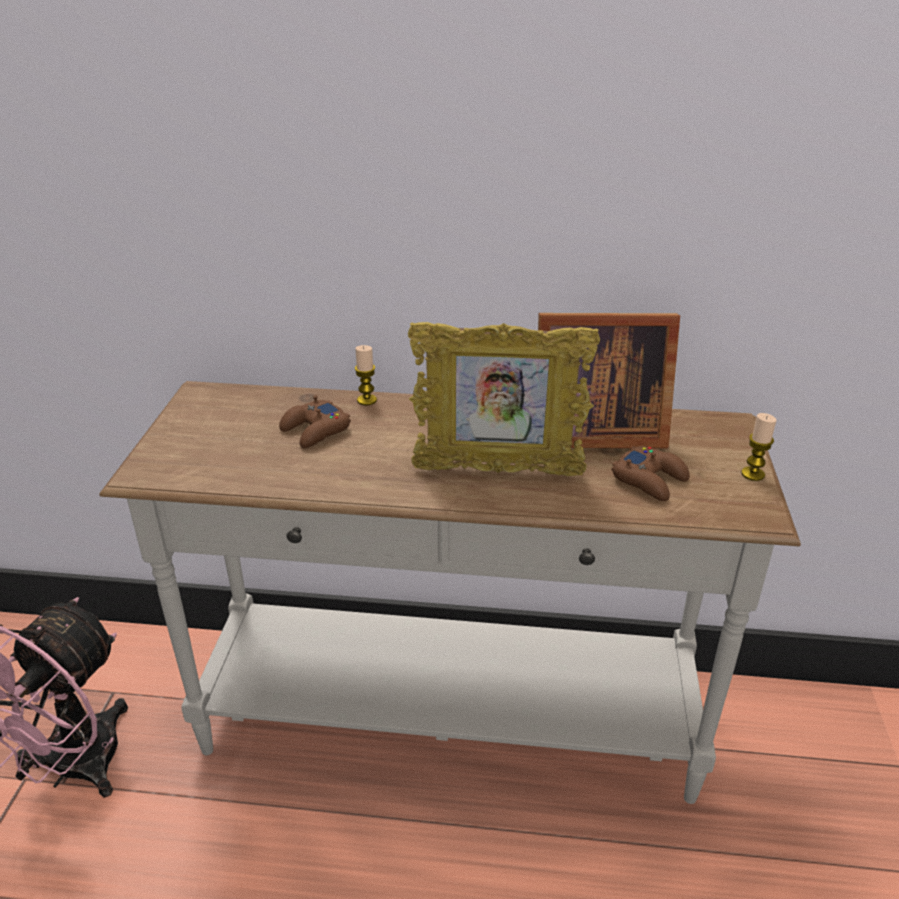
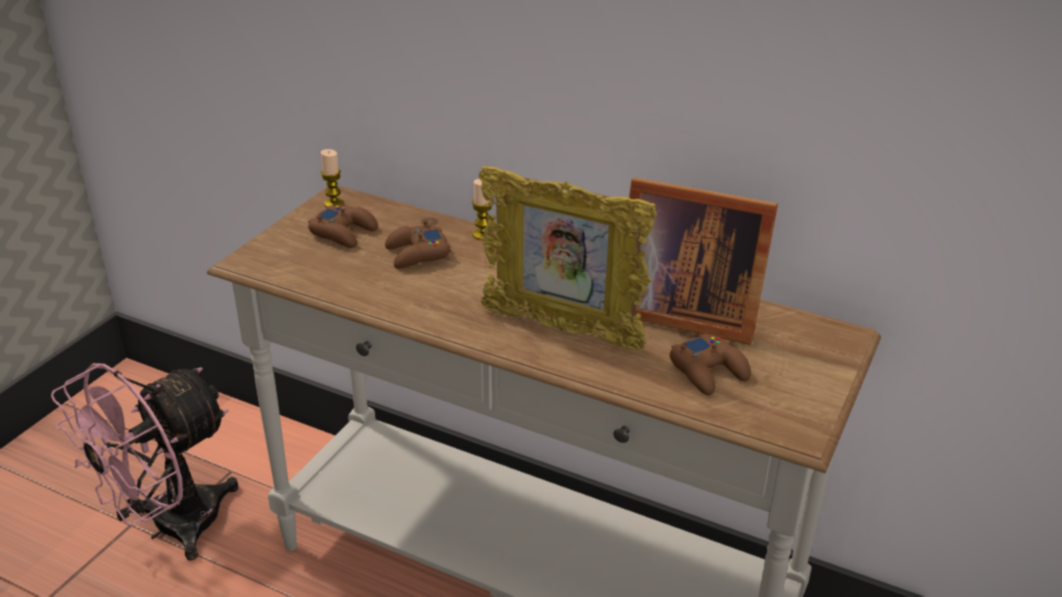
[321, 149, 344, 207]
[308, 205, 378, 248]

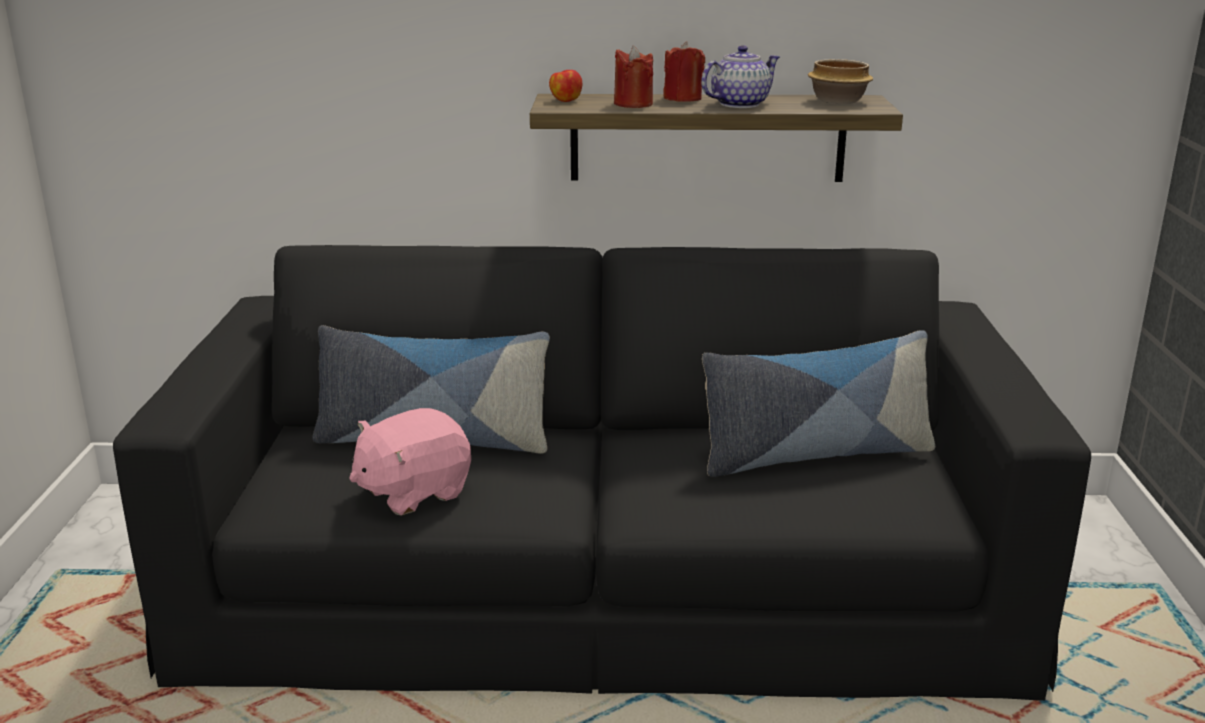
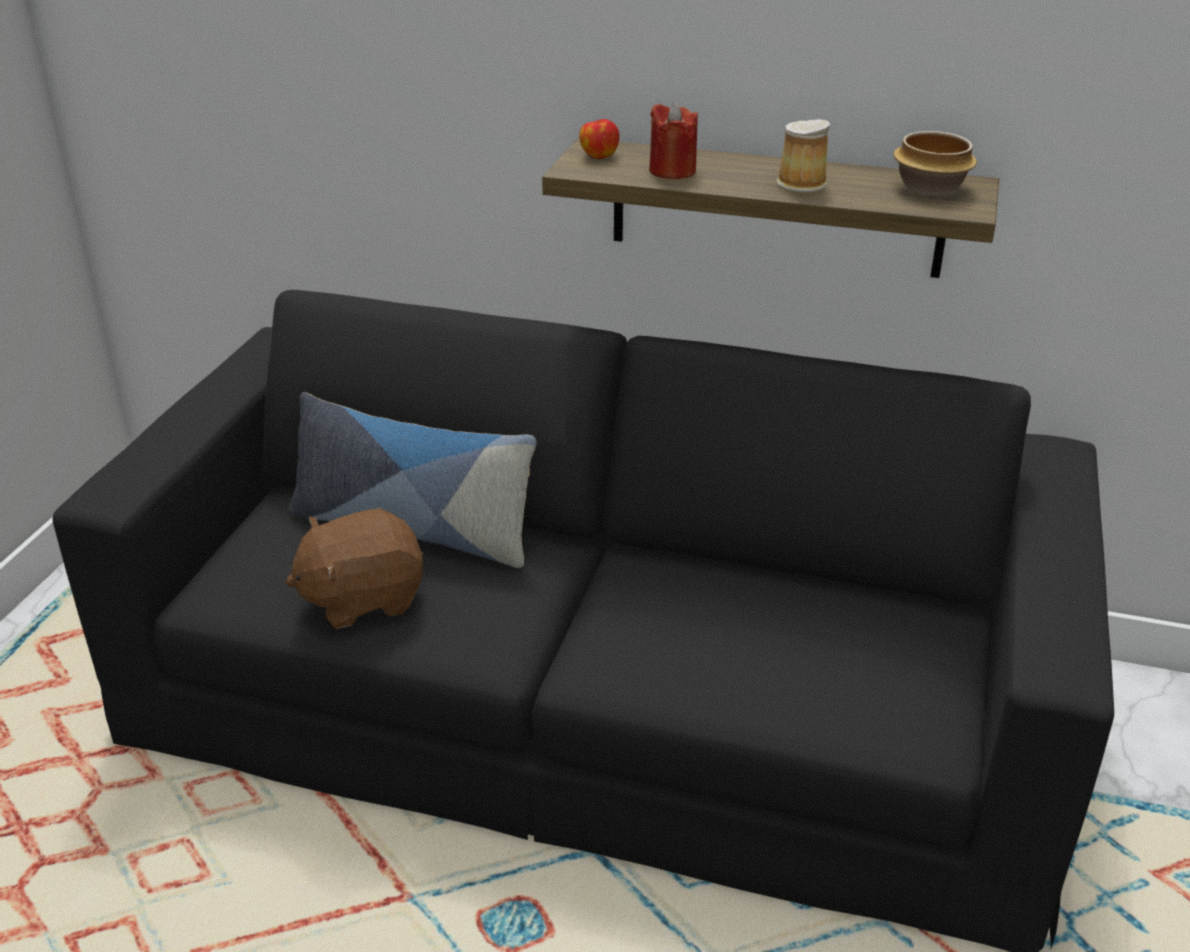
[663, 41, 705, 102] (first image)
[777, 119, 830, 193]
[702, 330, 935, 477] (first image)
[285, 508, 423, 629]

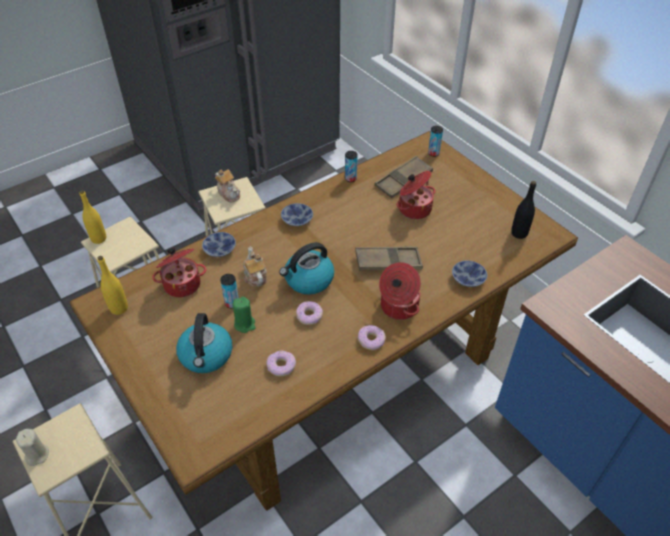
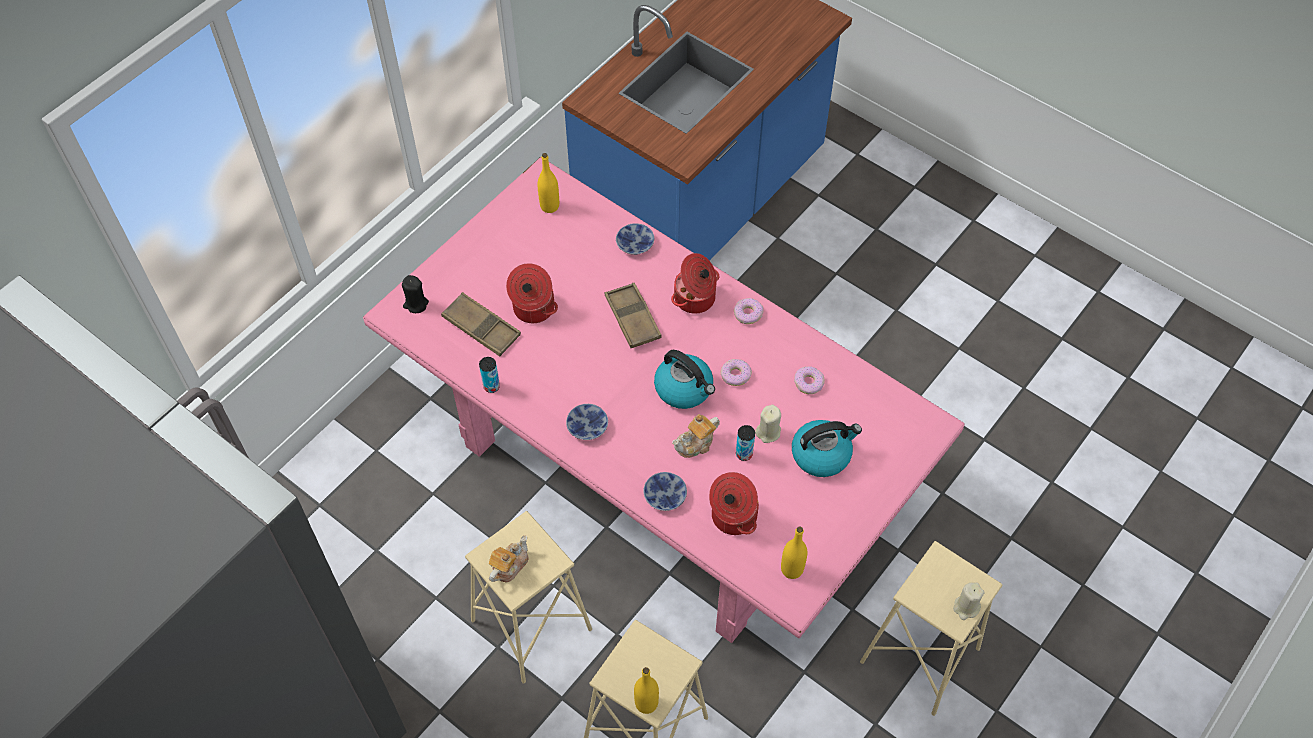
[402, 275, 429, 313]
[363, 157, 965, 643]
[537, 153, 559, 213]
[755, 405, 781, 443]

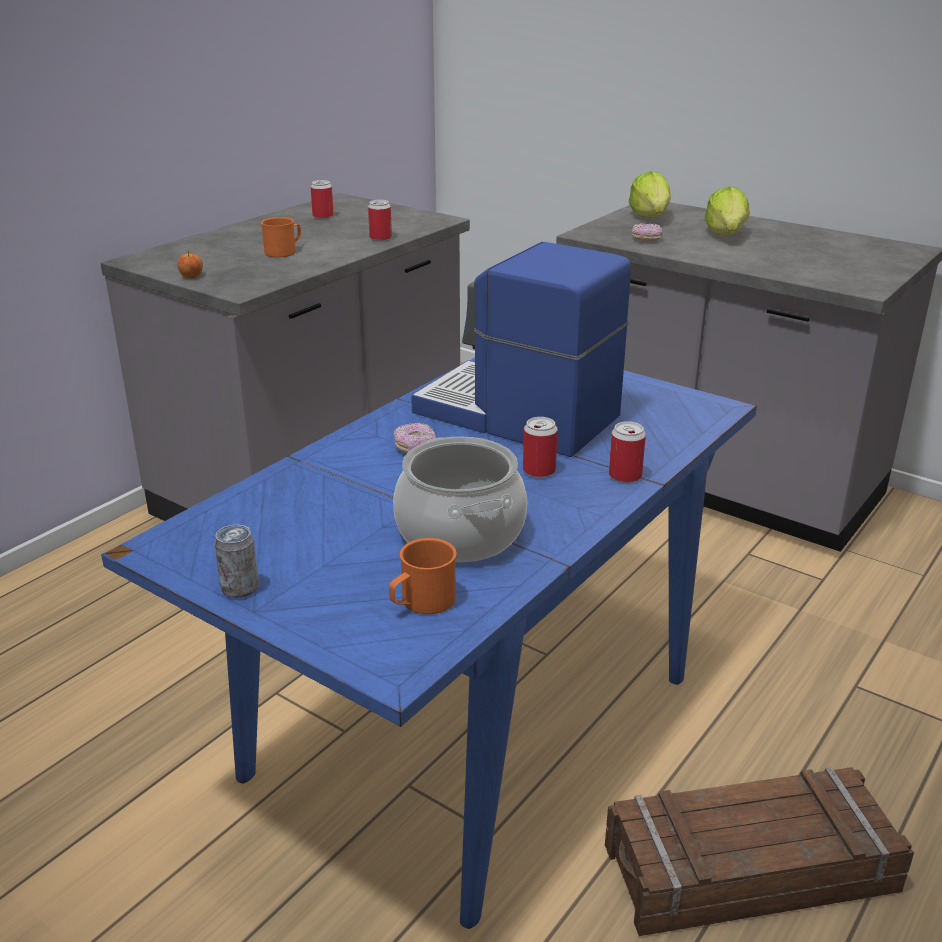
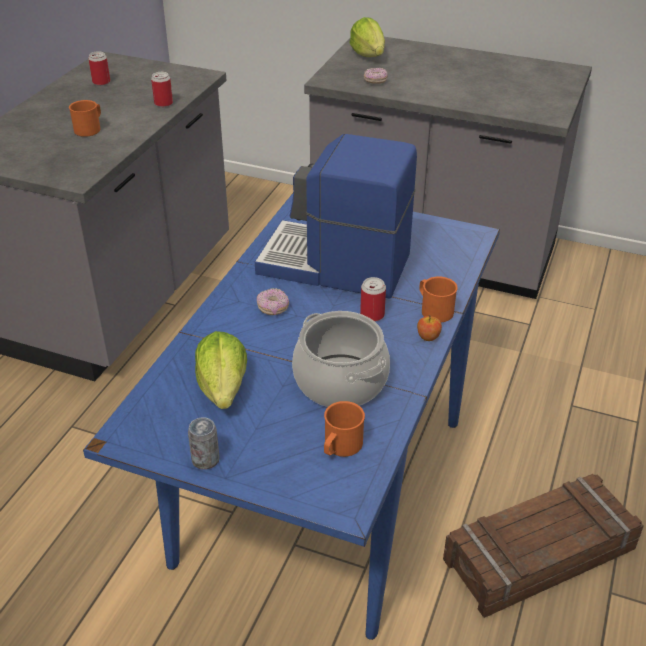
[195, 331, 247, 409]
[417, 315, 442, 341]
[419, 276, 458, 322]

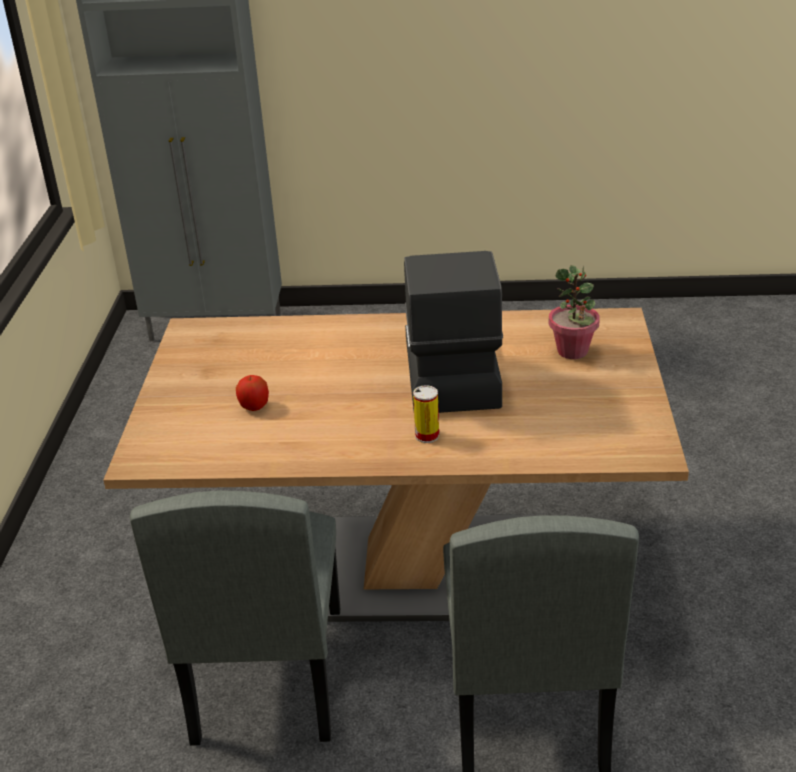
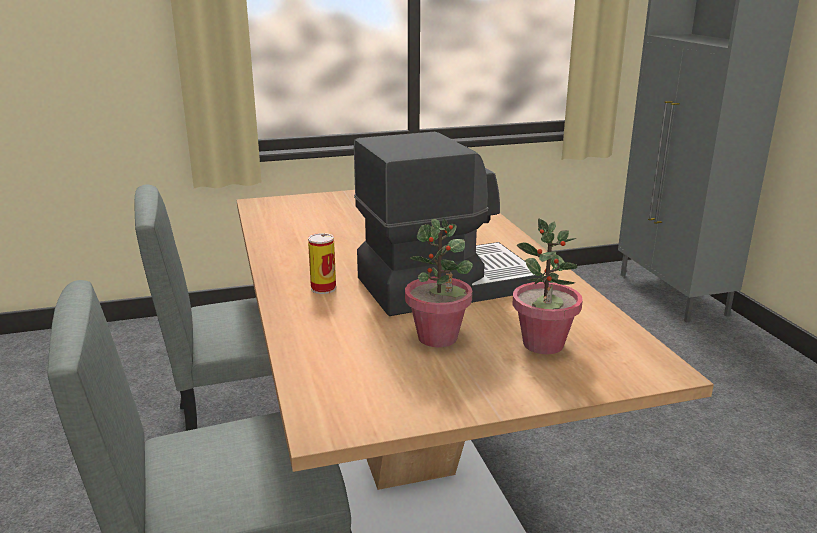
[236, 375, 269, 411] (first image)
[405, 218, 473, 347]

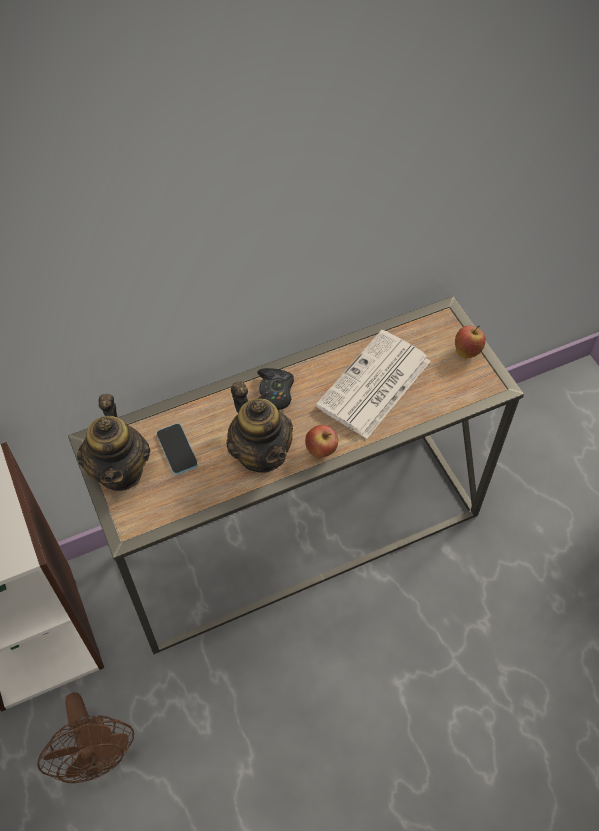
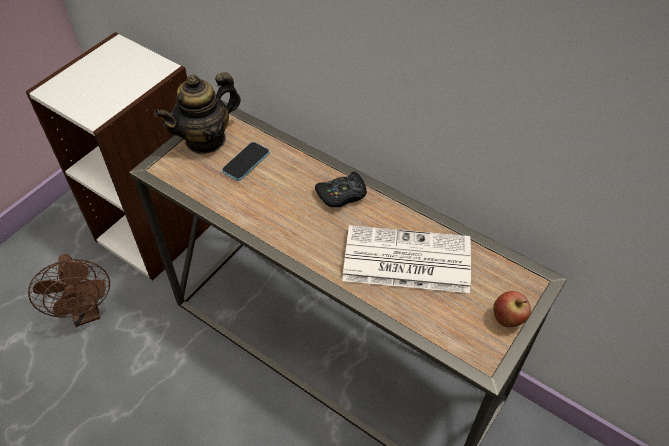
[227, 381, 293, 473] (first image)
[305, 425, 338, 458] (first image)
[28, 254, 110, 327]

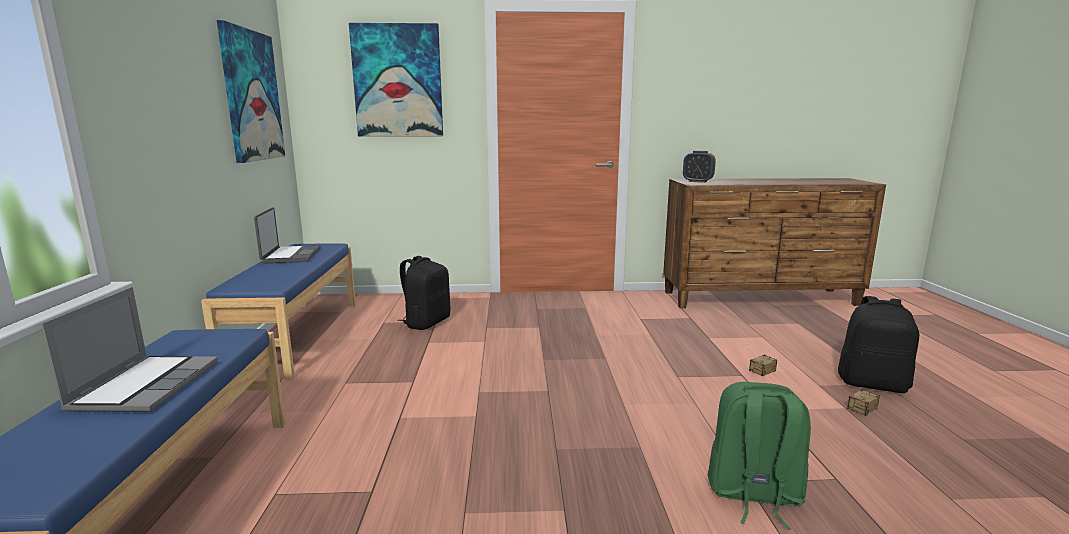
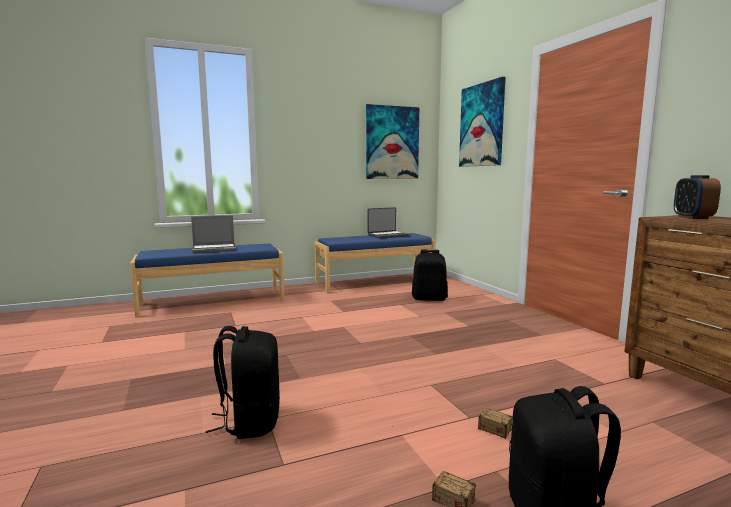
[206, 326, 280, 439]

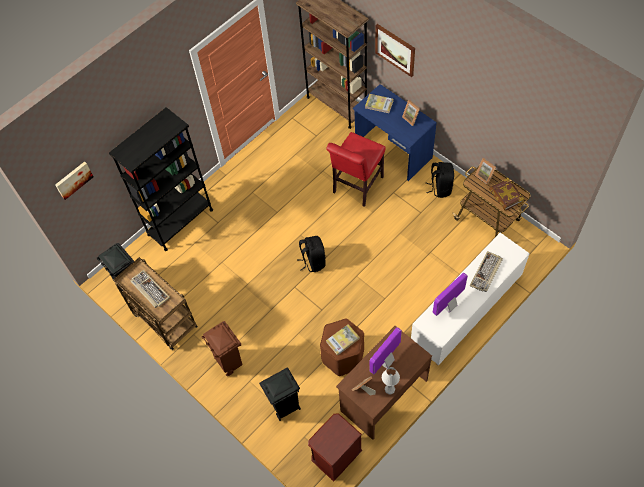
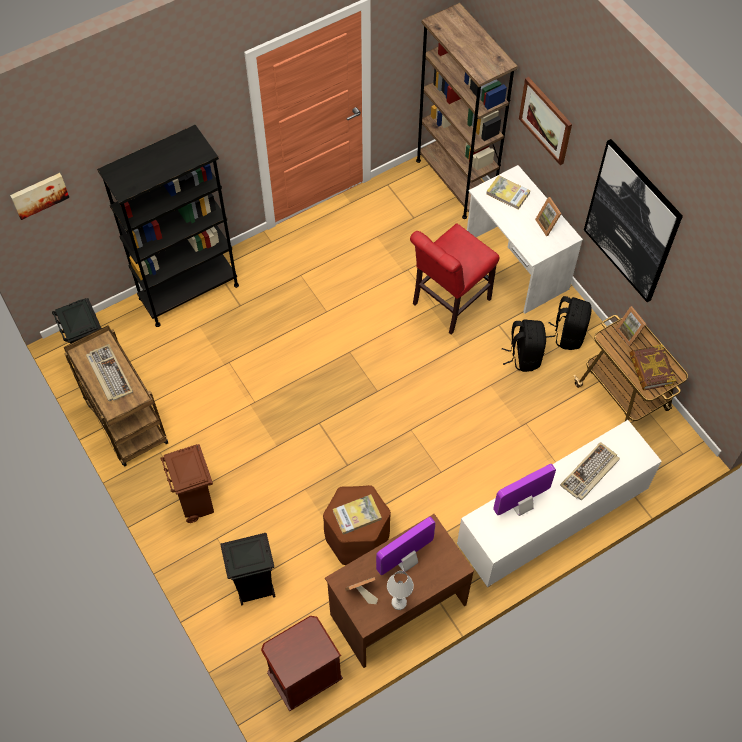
[467, 165, 583, 314]
[502, 319, 546, 372]
[584, 139, 683, 302]

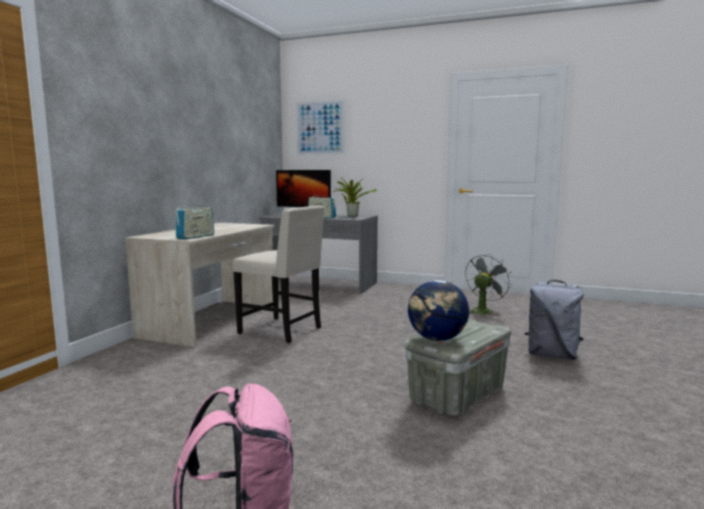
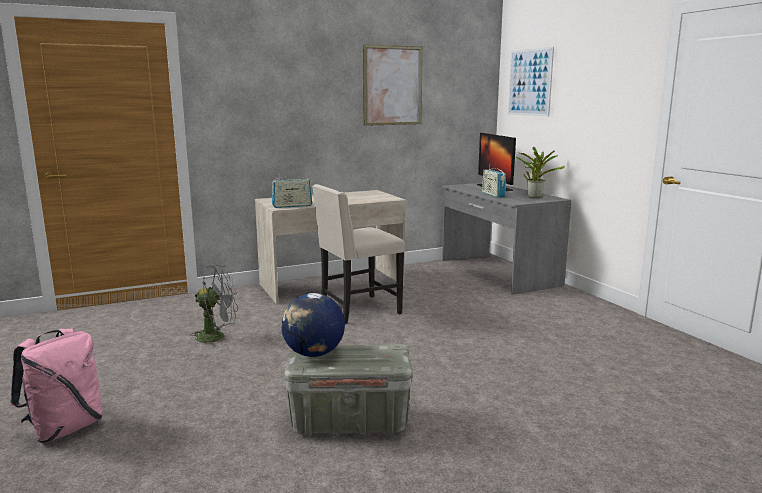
[312, 184, 405, 324]
[190, 265, 238, 347]
[525, 280, 584, 360] (first image)
[363, 44, 423, 126]

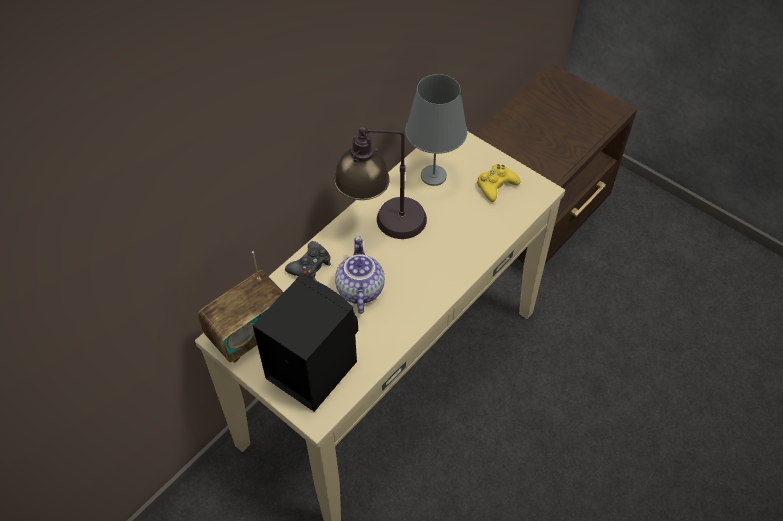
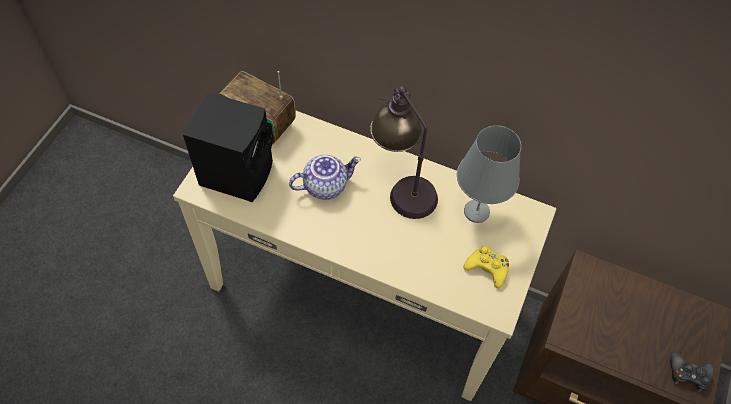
[670, 353, 714, 392]

